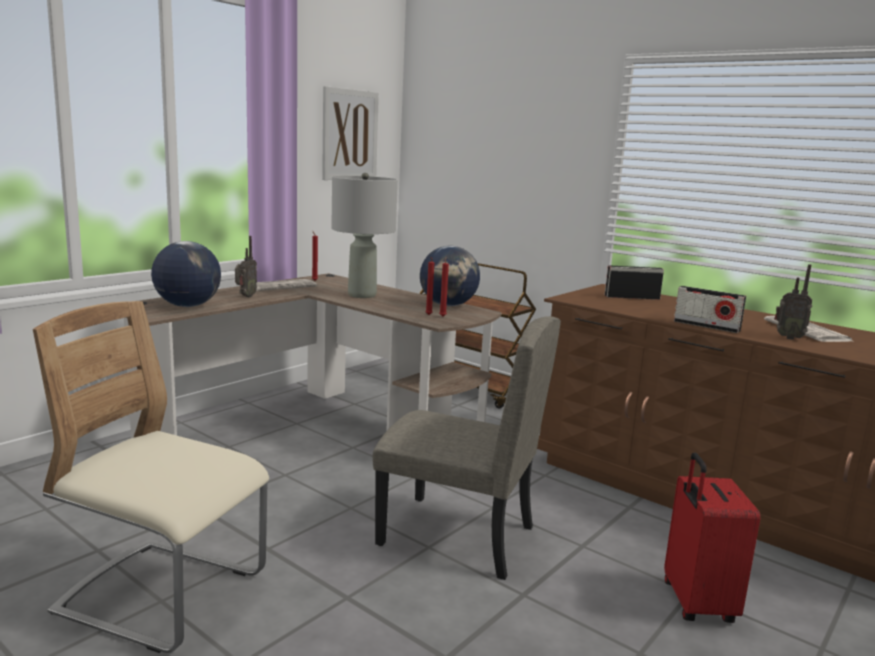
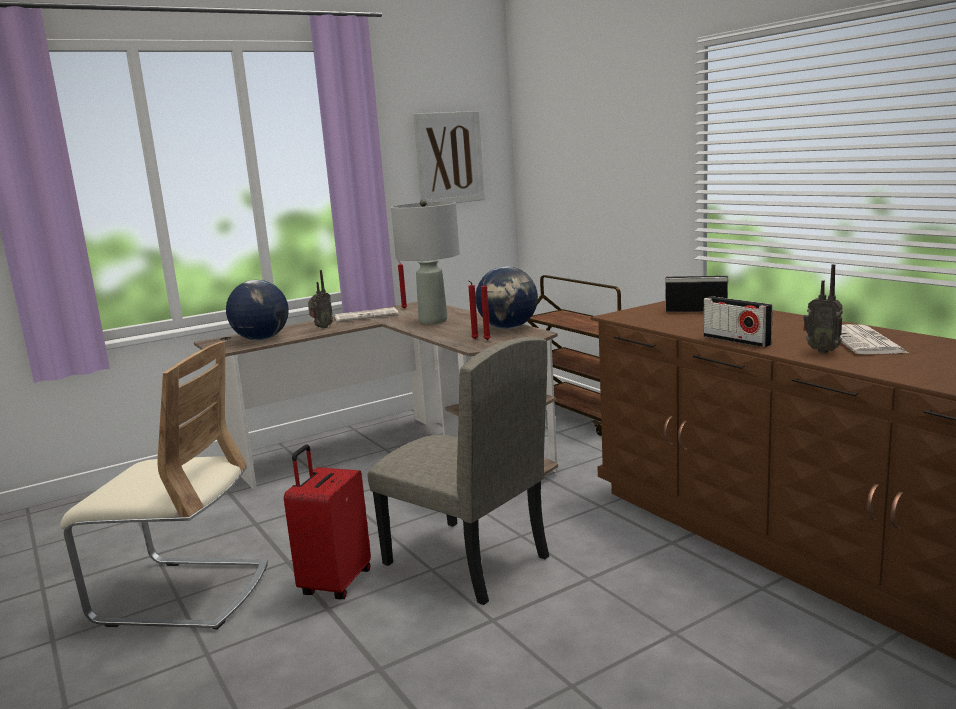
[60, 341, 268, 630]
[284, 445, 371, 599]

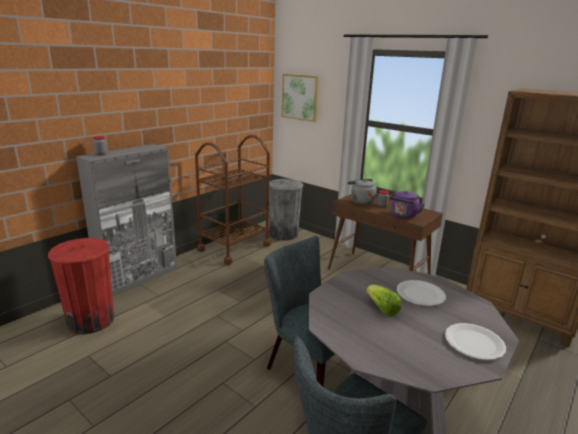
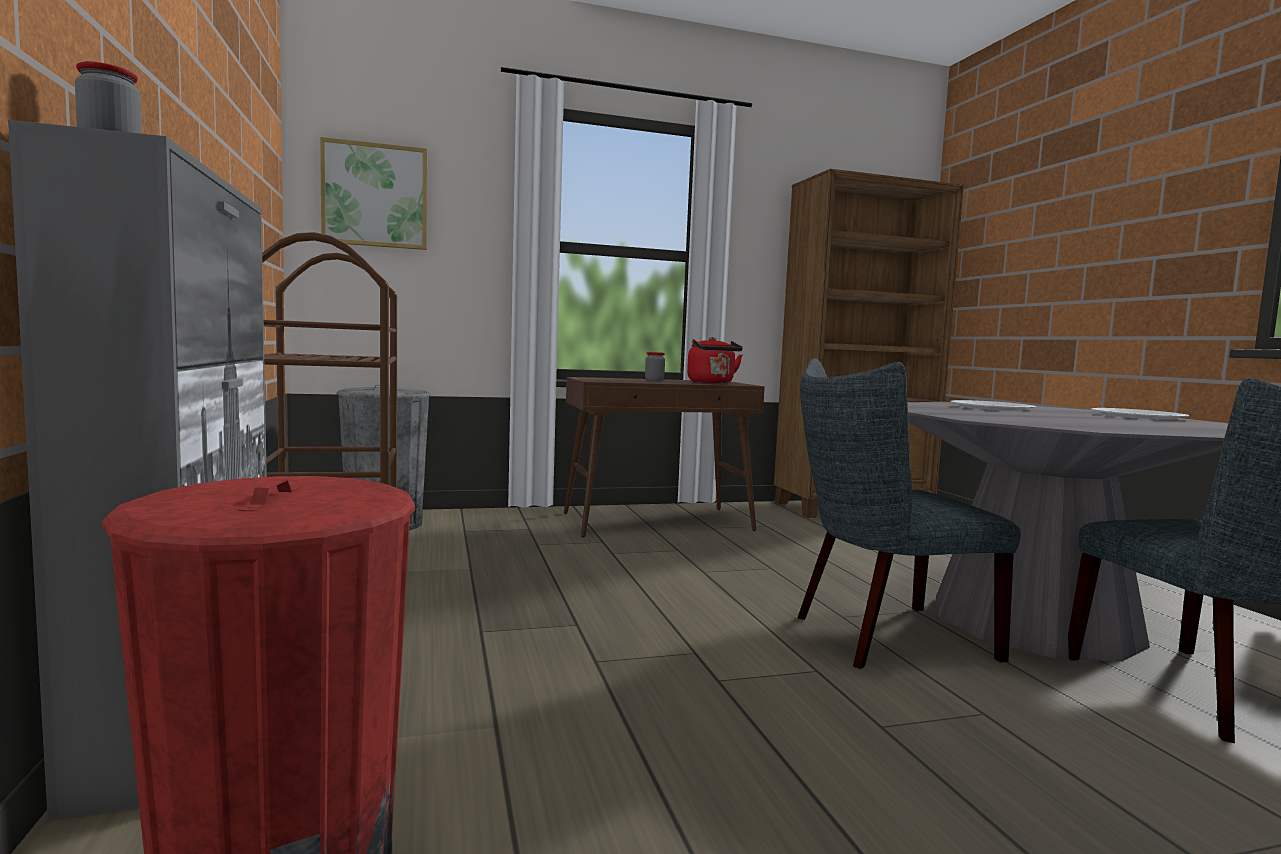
[347, 179, 377, 205] (first image)
[687, 337, 743, 384]
[367, 285, 402, 317] (first image)

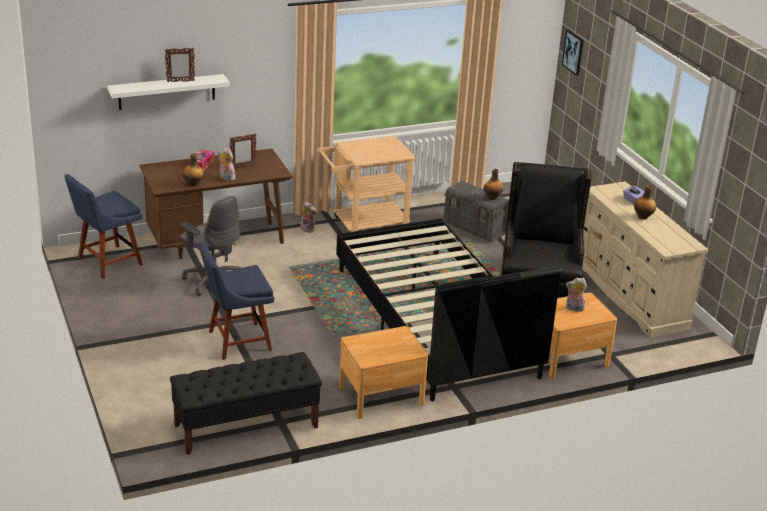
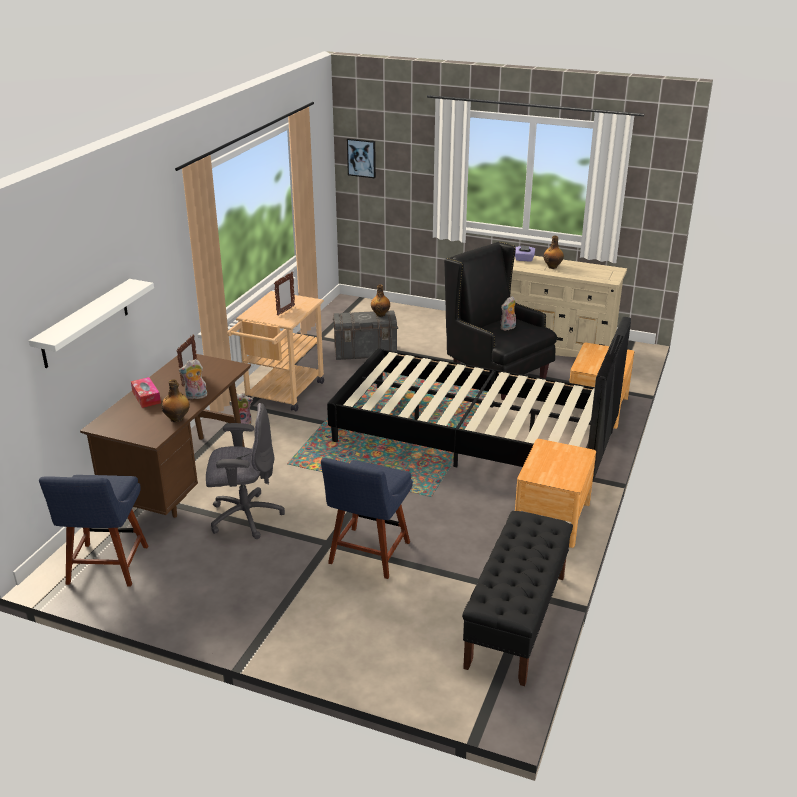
[274, 272, 295, 316]
[501, 296, 516, 330]

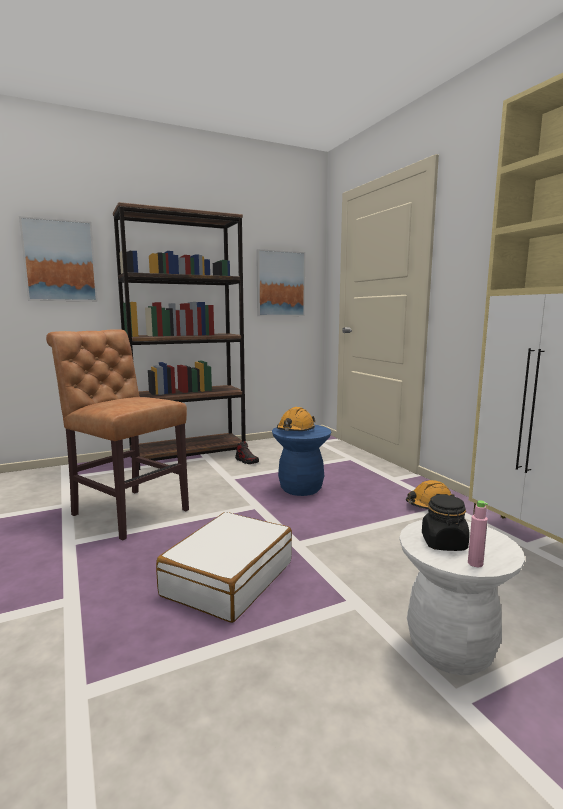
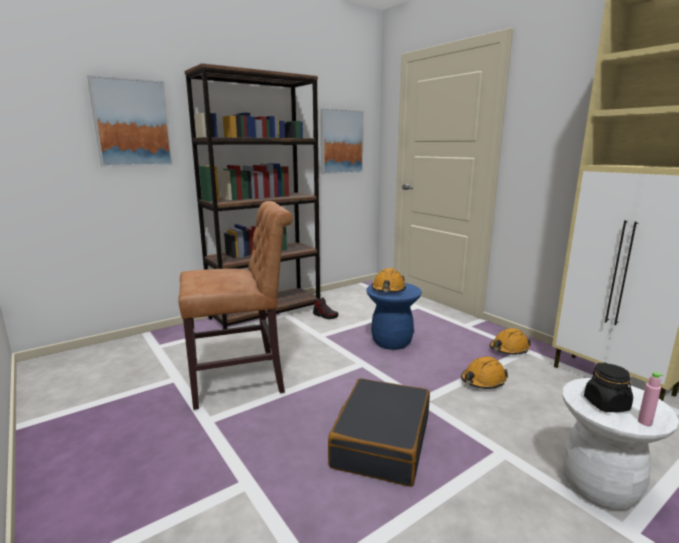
[178, 201, 293, 410]
[328, 378, 430, 487]
[461, 357, 508, 389]

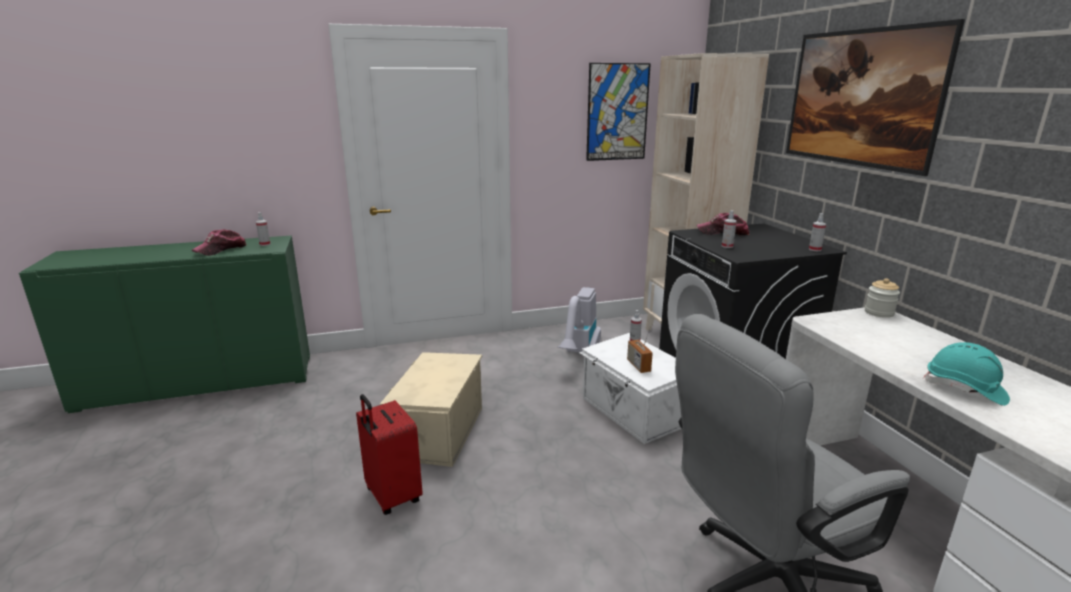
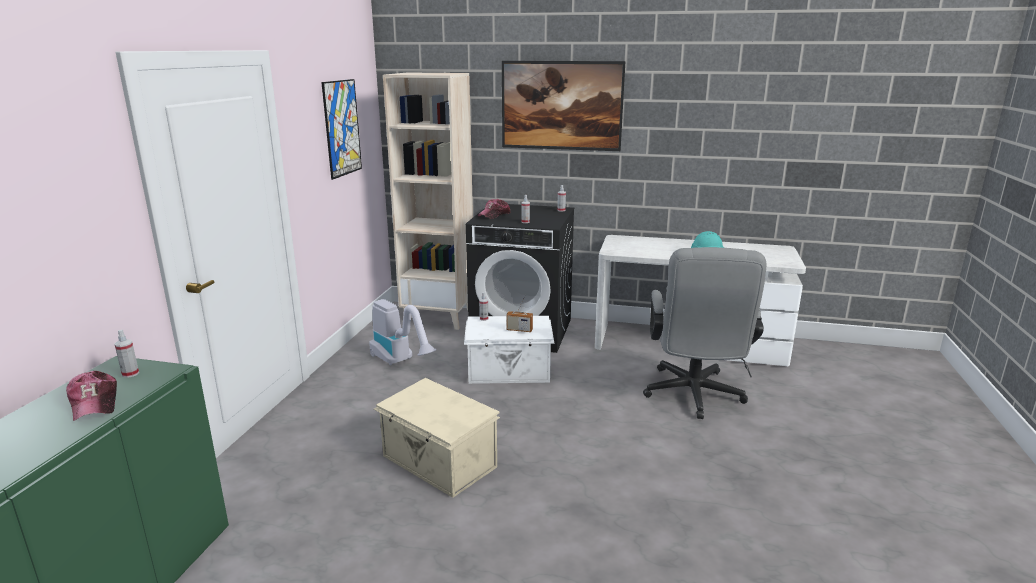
[865, 278, 900, 318] (first image)
[356, 394, 423, 515] (first image)

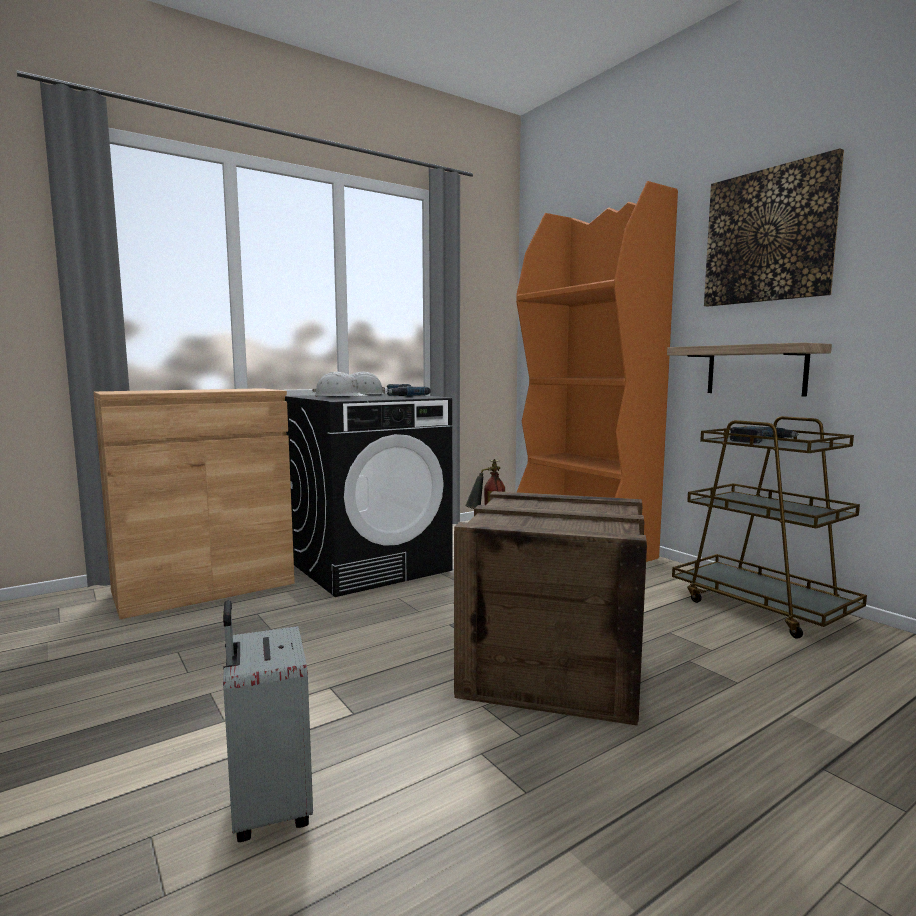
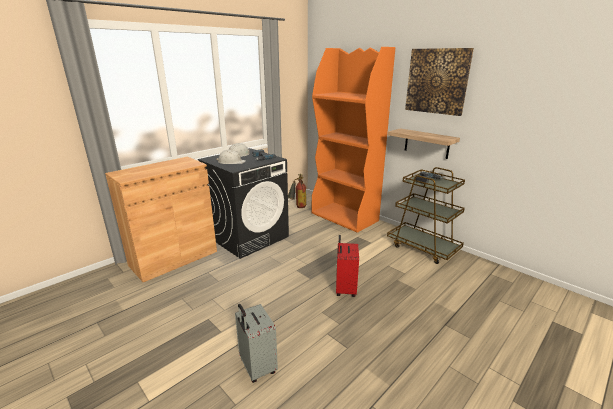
[336, 235, 359, 297]

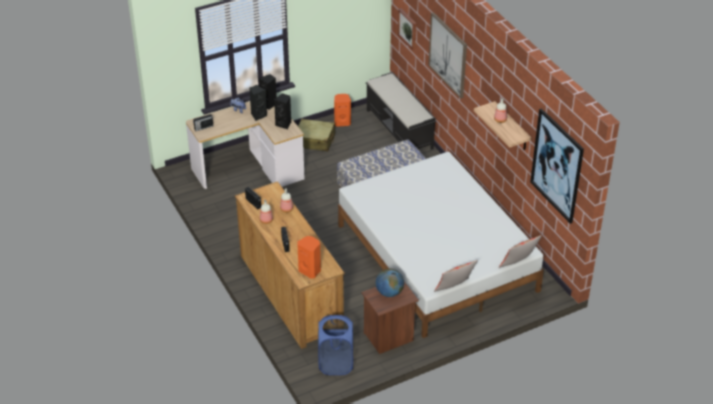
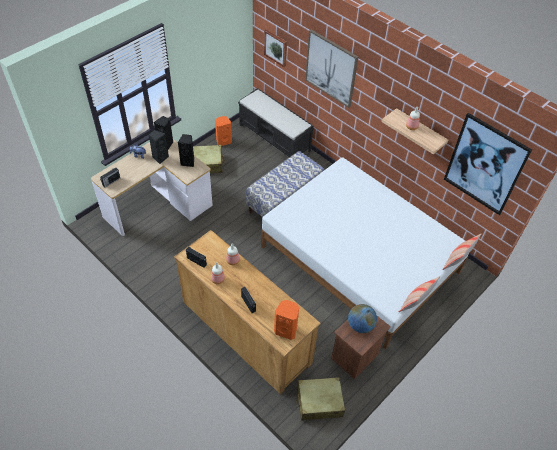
[295, 377, 345, 421]

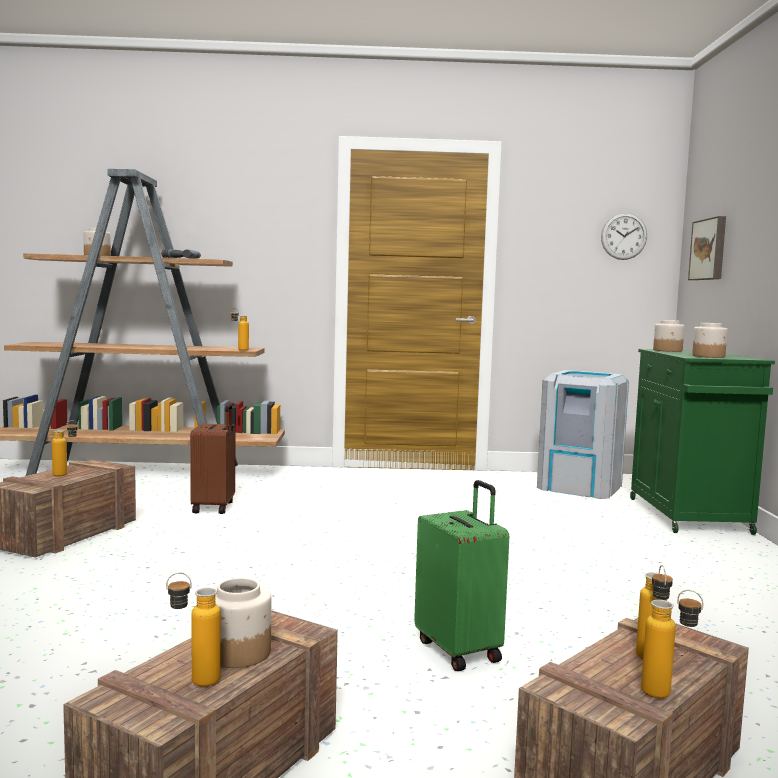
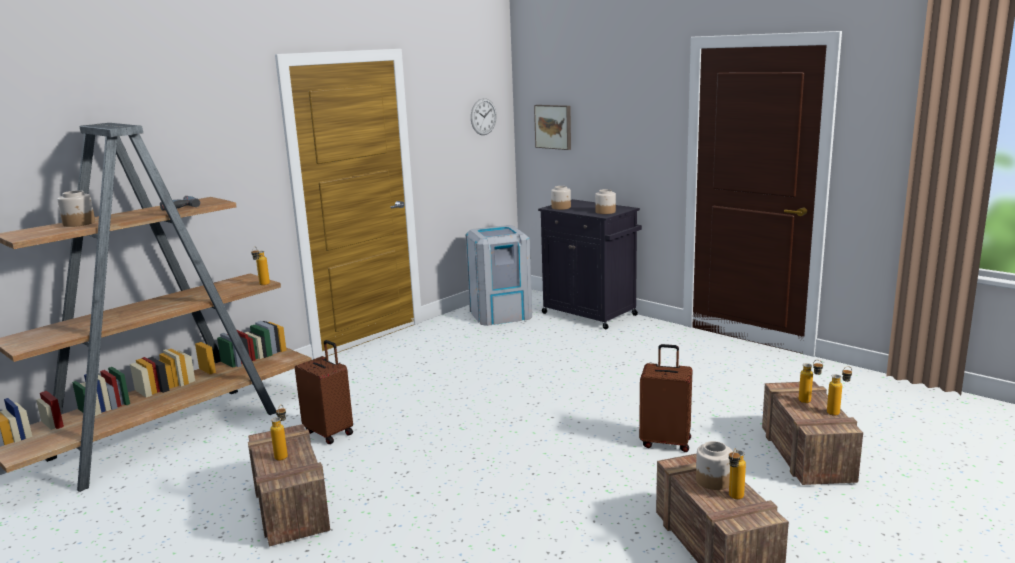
[538, 199, 642, 330]
[639, 344, 692, 452]

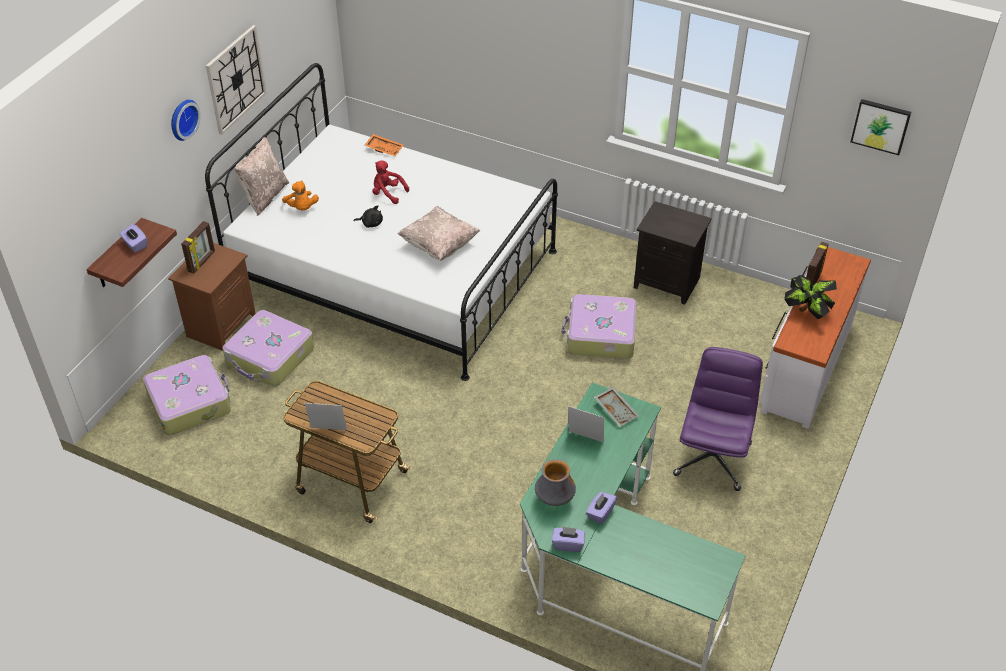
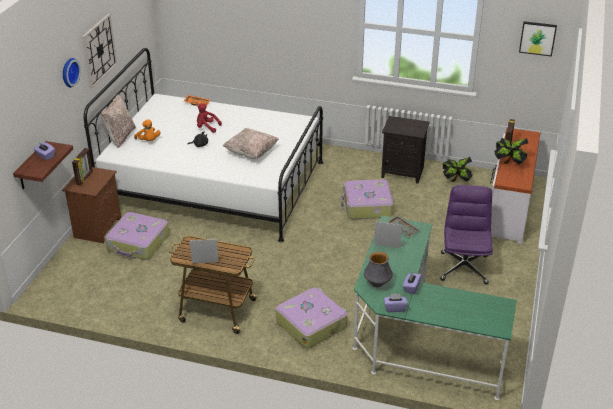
[276, 287, 347, 349]
[443, 157, 473, 182]

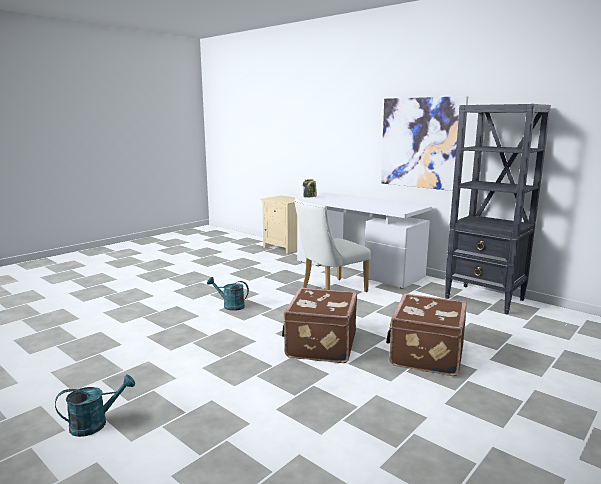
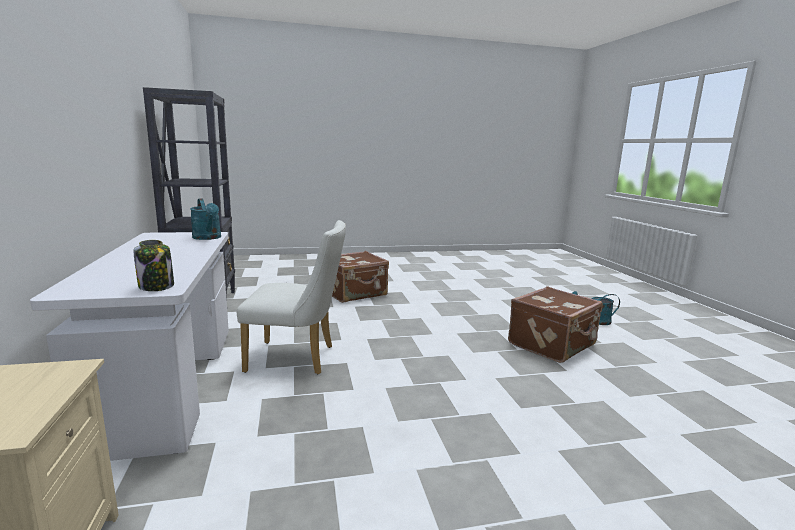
[381, 96, 468, 191] (first image)
[190, 198, 221, 240]
[508, 286, 603, 363]

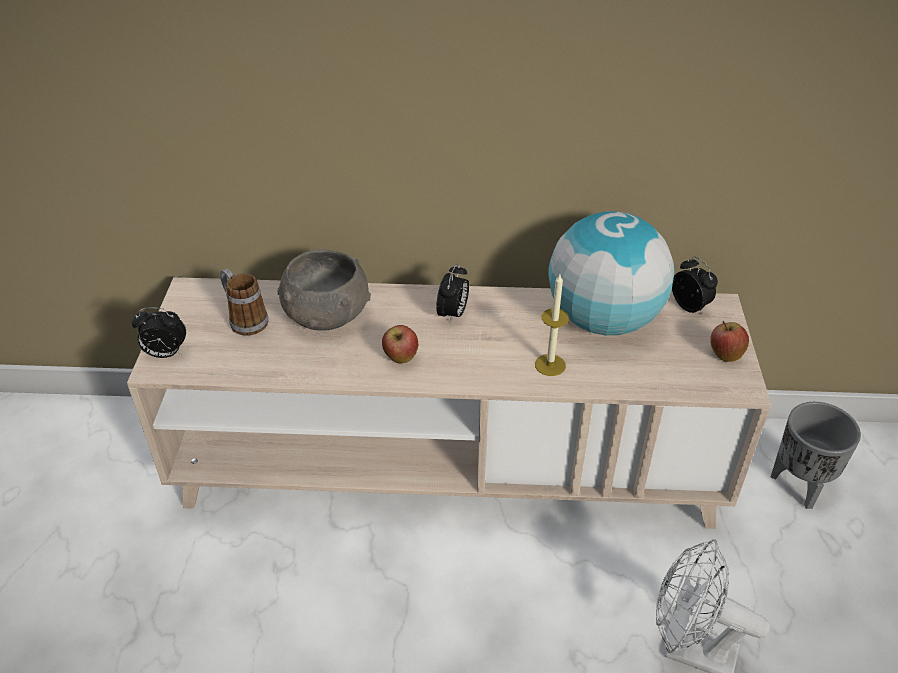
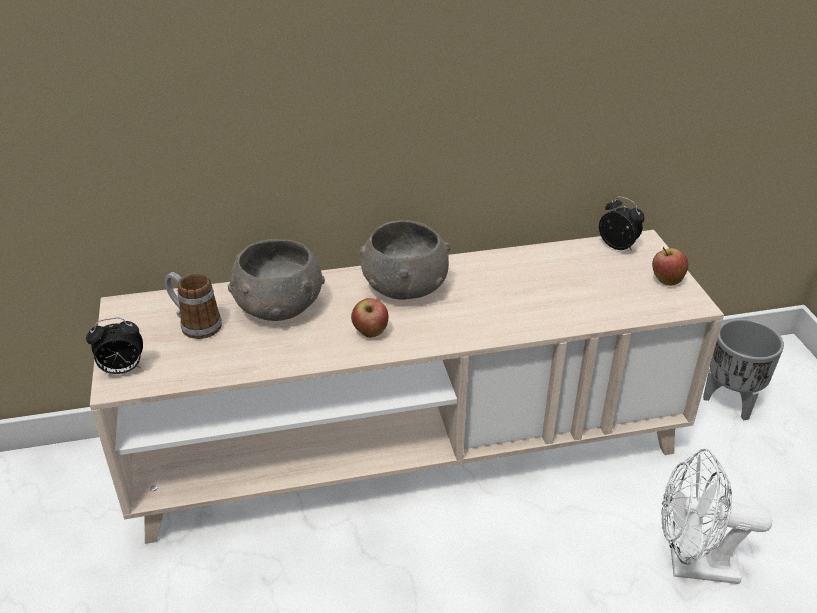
[549, 211, 674, 335] (first image)
[360, 220, 451, 300]
[535, 275, 569, 376] (first image)

